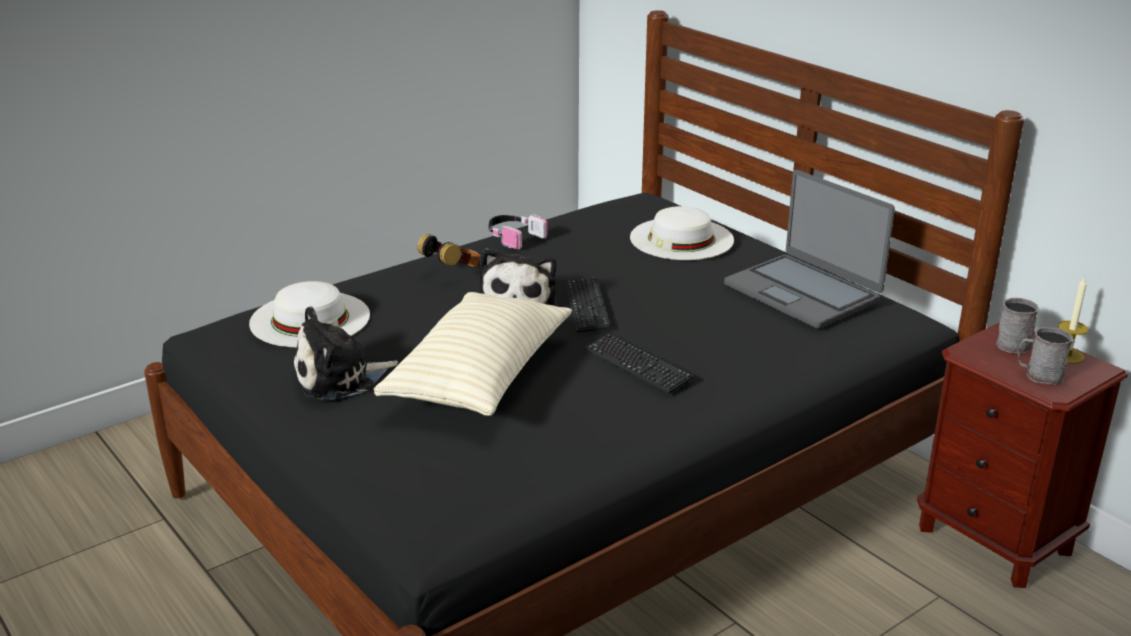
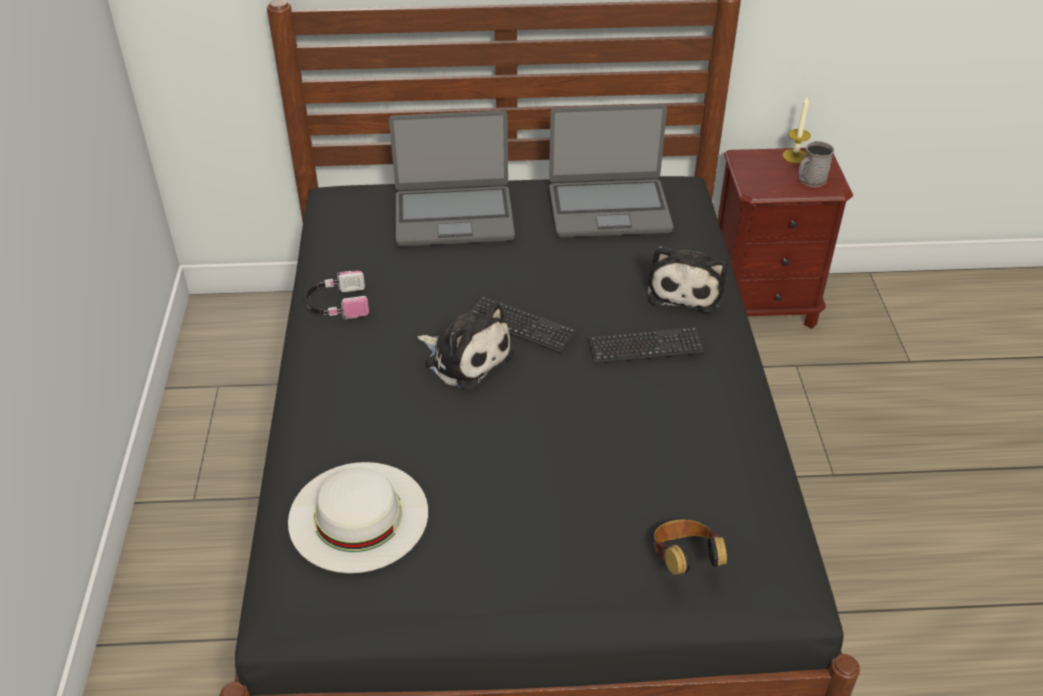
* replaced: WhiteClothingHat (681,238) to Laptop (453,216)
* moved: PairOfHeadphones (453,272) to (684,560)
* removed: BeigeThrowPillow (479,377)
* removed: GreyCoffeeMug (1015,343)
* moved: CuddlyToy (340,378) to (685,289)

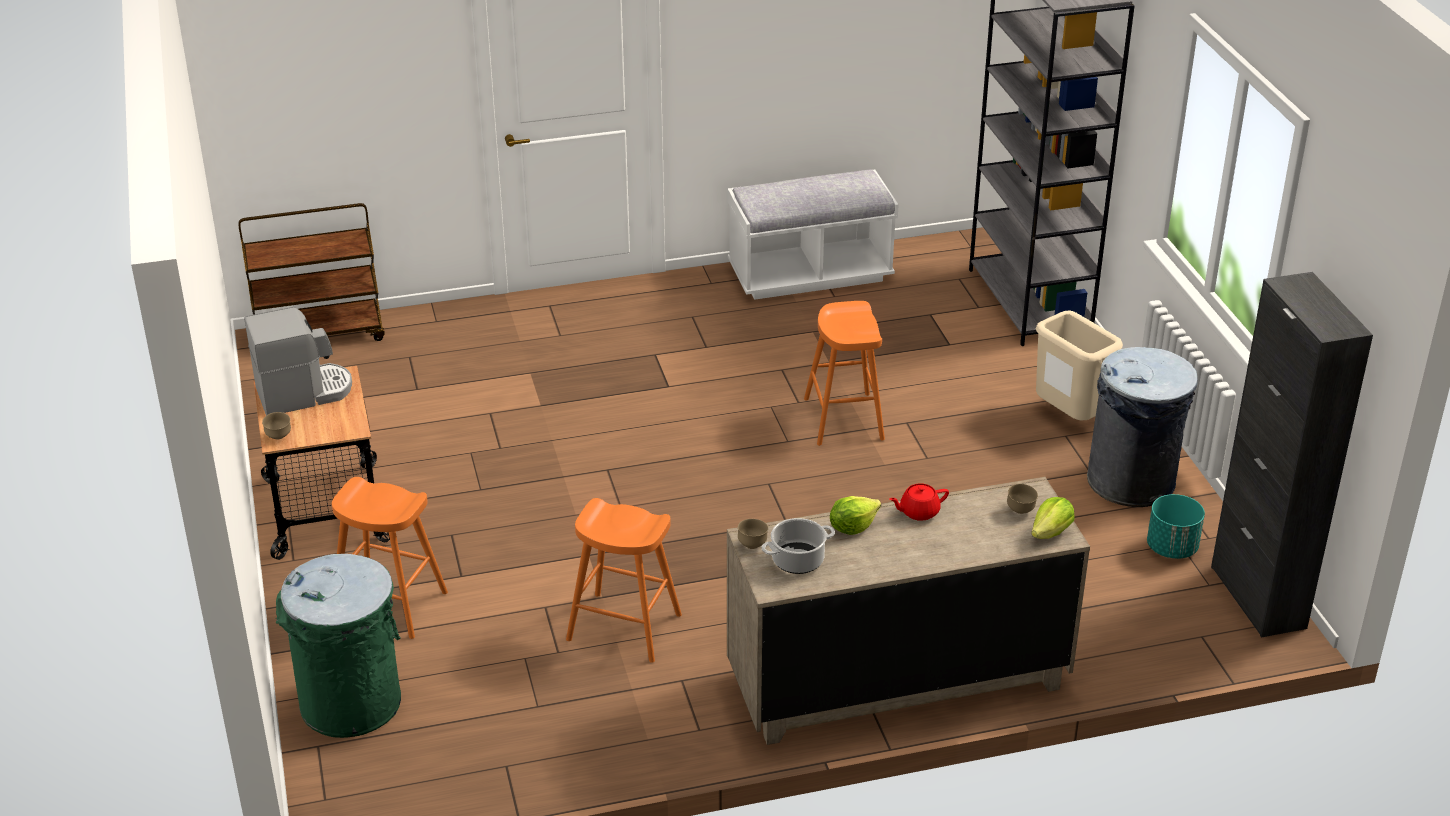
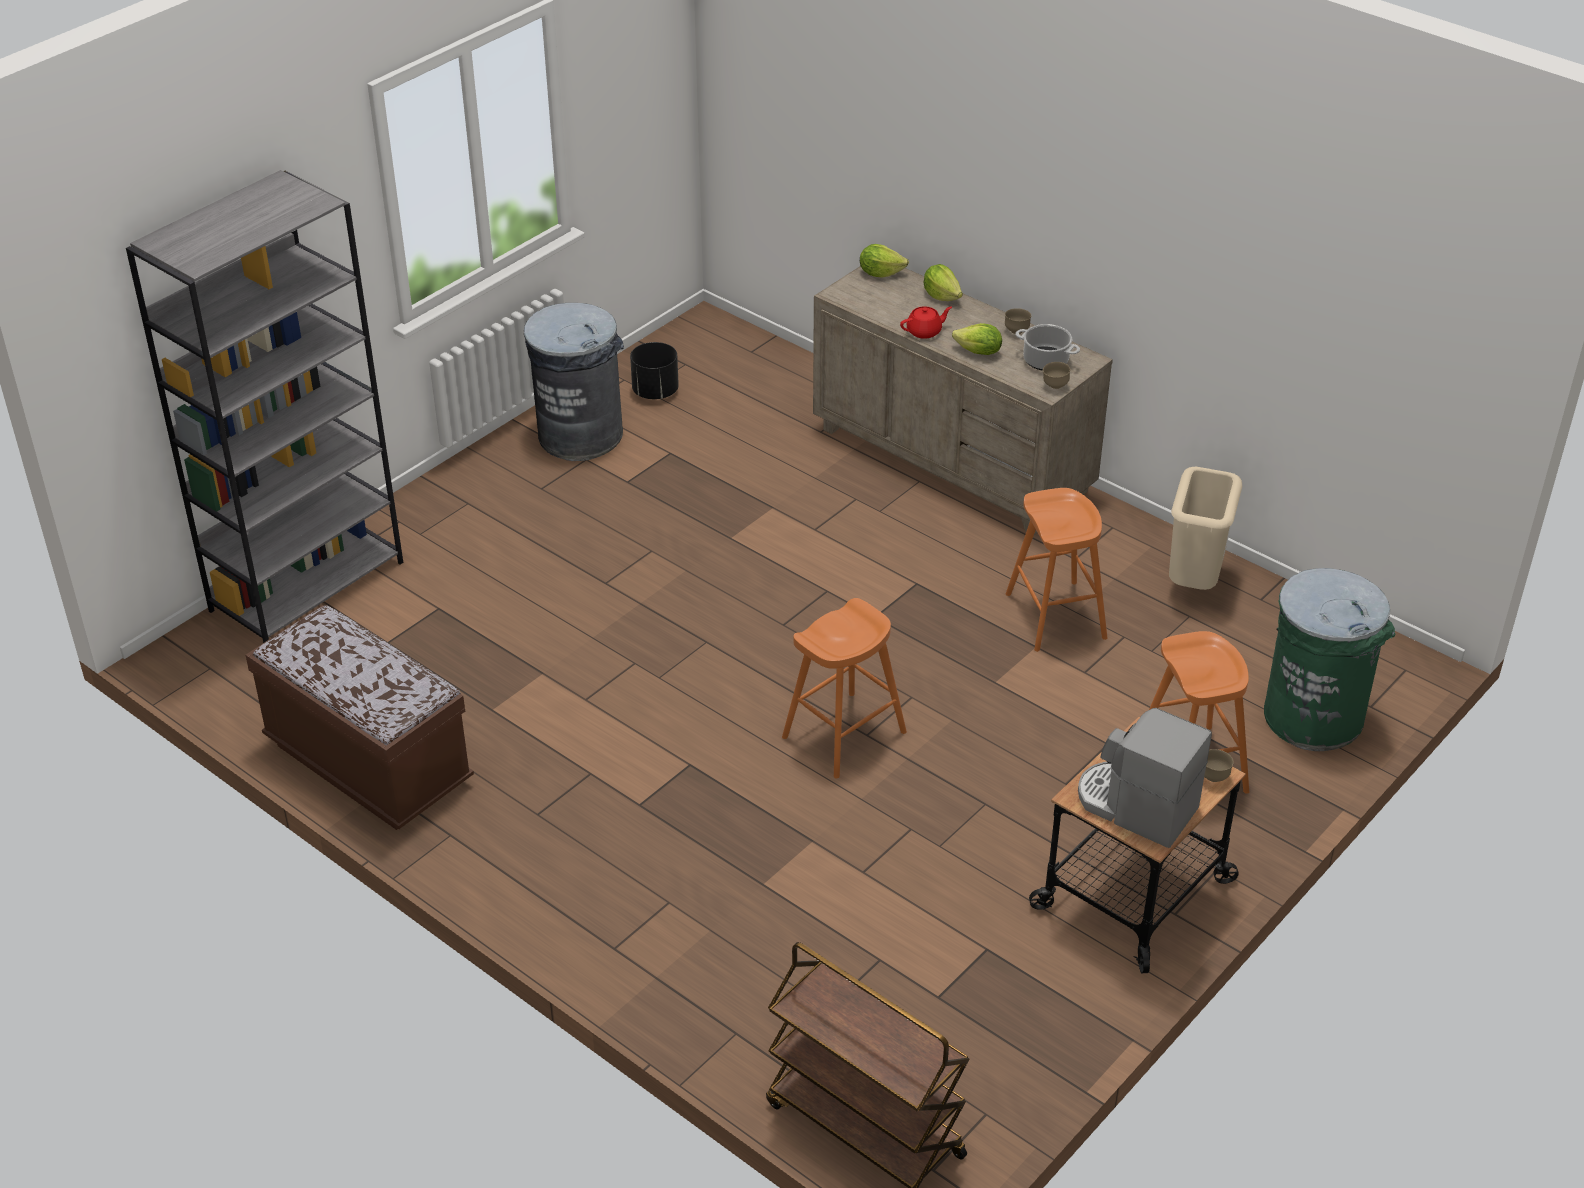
* recoloured: WhiteIndoorBench (810,274) to BrownColouredIndoorBench (368,764)
* removed: BlackColouredStorageCabinet (1258,597)
* moved: OrangeyStool (843,419) to (844,734)
* moved: BeigeTrashCan (1067,418) to (1194,584)
* turned: RedTeapot (918,512) = (925,331) 60 degrees counterclockwise
* moved: BrownColouredBowl (1020,511) to (1016,331)
* recoloured: BlueGreenPlanter (1172,548) to BlackColouredPlanter (655,392)
* added: Lettuce (942,296)

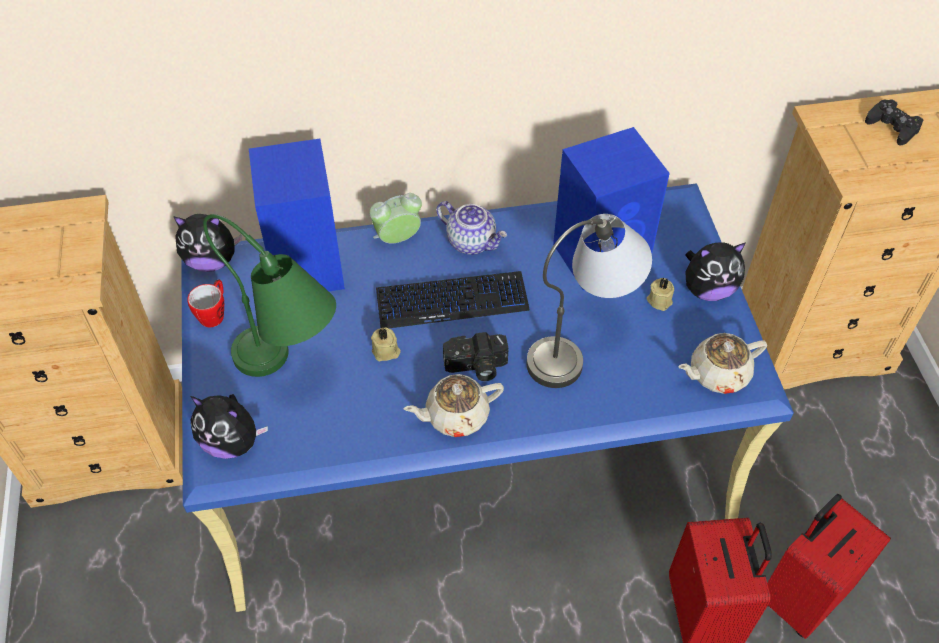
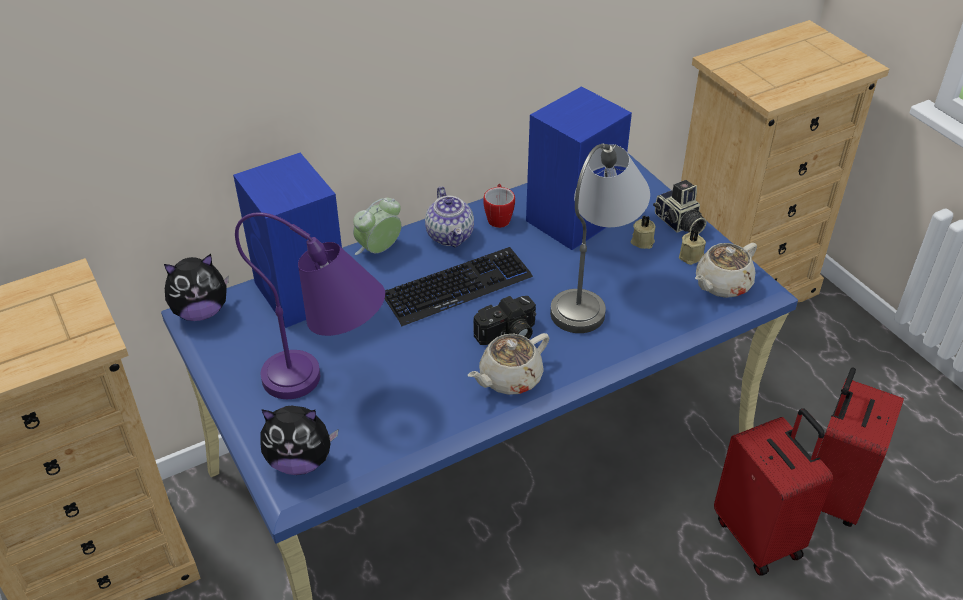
* removed: BlackColouredJoypad (892,127)
* turned: Teapot (472,242) = (450,236) 60 degrees clockwise
* recoloured: GreenTabletopLamp (290,371) to PurplishTabletopLamp (329,385)
* replaced: CuddlyToy (708,289) to StillCamera (678,223)
* moved: CoffeeMug (214,313) to (499,217)
* moved: BeigeWaxLight (386,352) to (691,256)

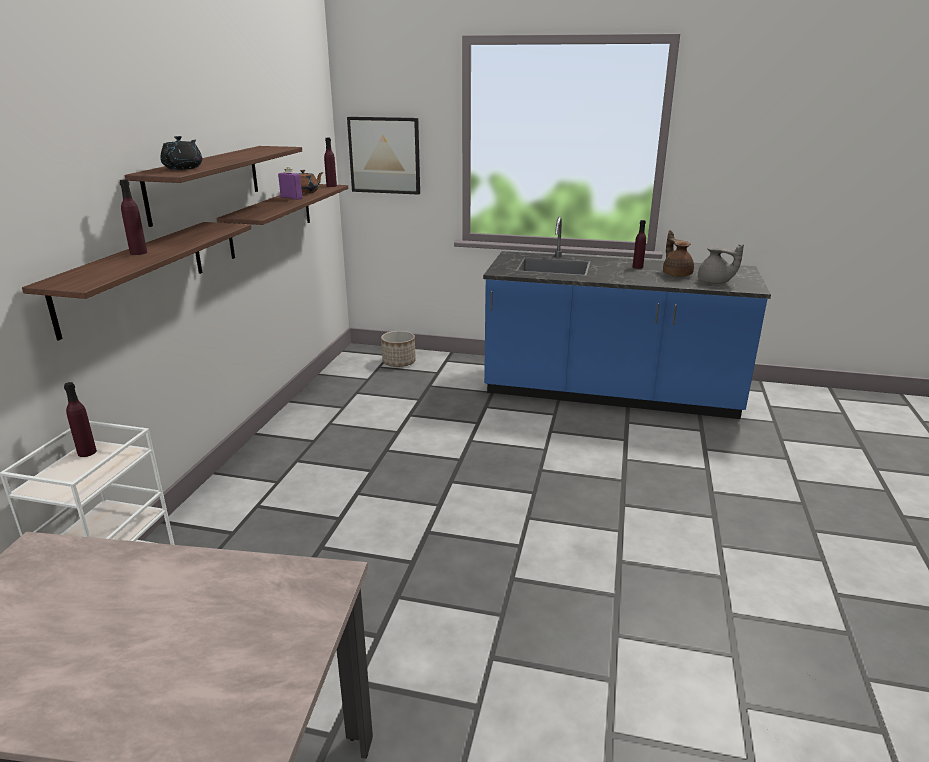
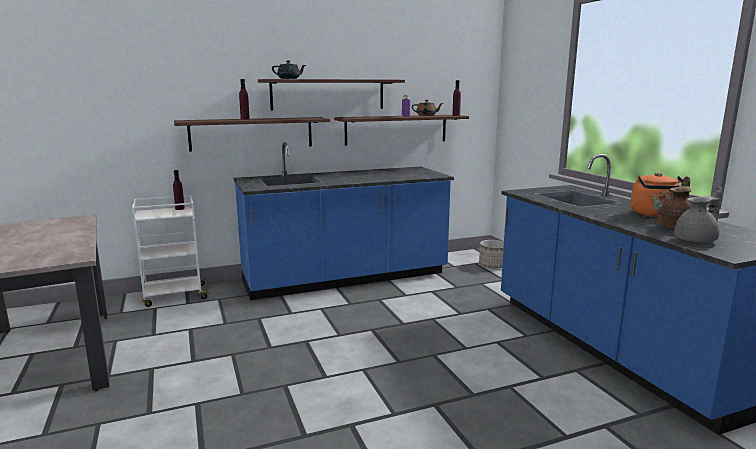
* removed: Picture (384,155)
* replaced: PurplishDrinkBottle (637,267) to OrangeyTeaKettle (655,214)
* turned: GreyTeapot (714,282) = (697,240) 120 degrees counterclockwise
* added: BluishKitchenCounter (345,278)

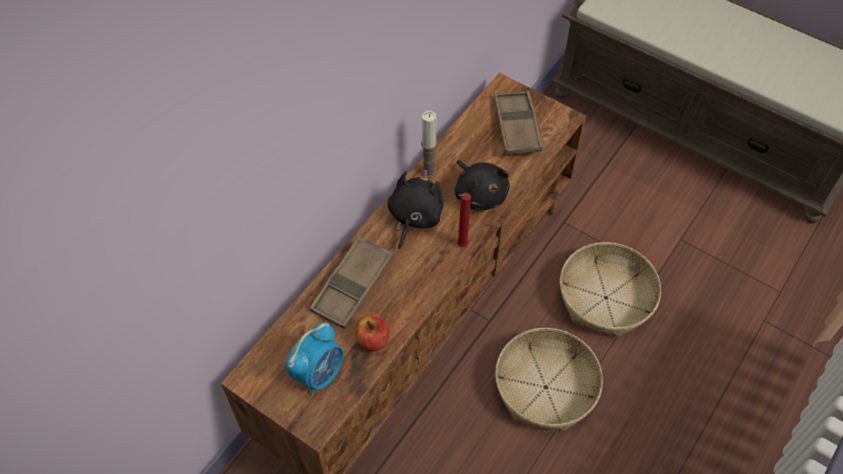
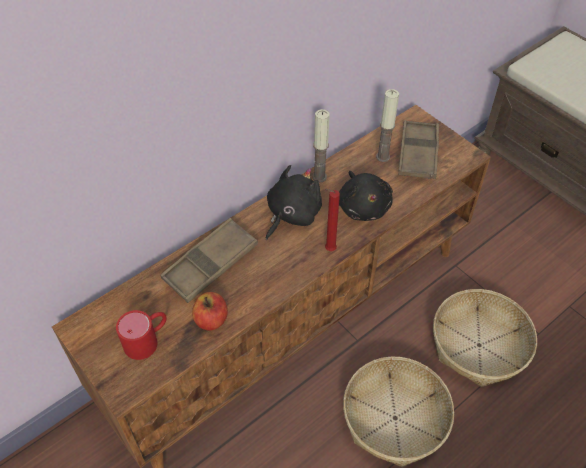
* replaced: AlarmClock (319,373) to RedCoffeeMug (147,339)
* added: WaxLight (383,157)

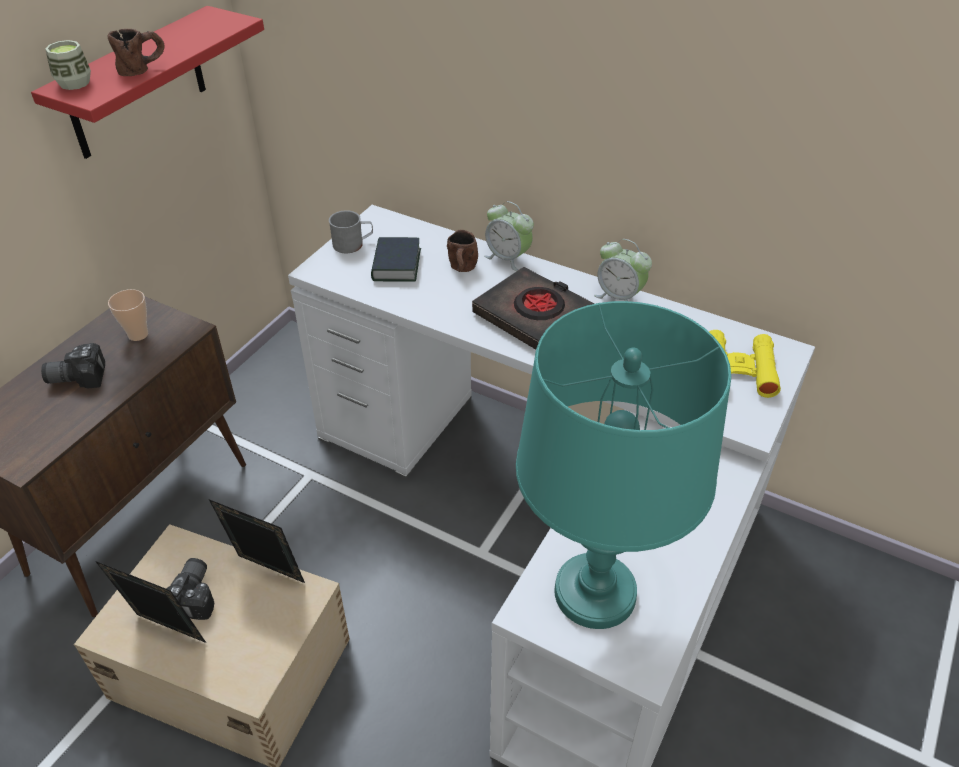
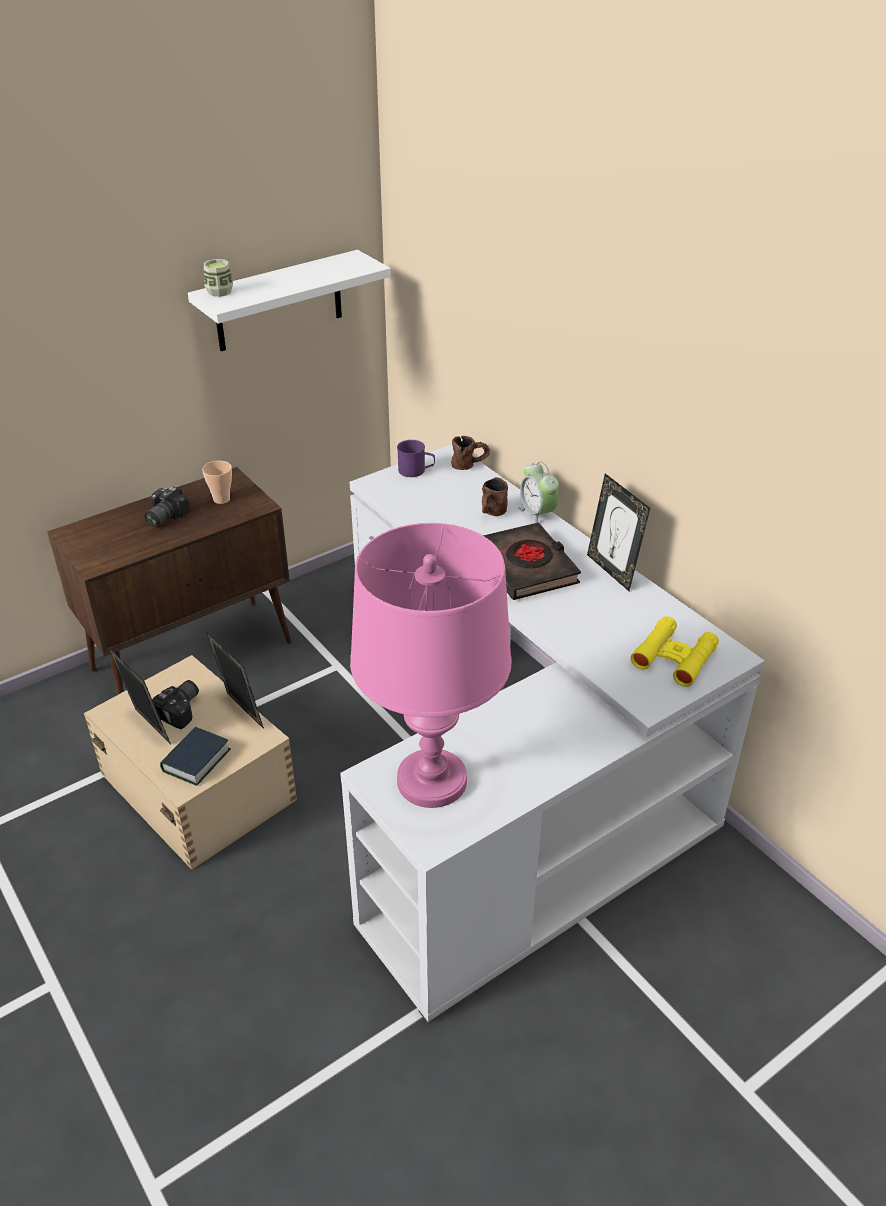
* recoloured: RedWallShelf (137,84) to WhiteWallShelf (279,302)
* moved: BrownColouredCoffeeMug (143,69) to (470,465)
* recoloured: GreyCoffeeMug (353,244) to PurplishCoffeeMug (416,471)
* moved: Book (396,265) to (196,760)
* replaced: AlarmClock (619,297) to PictureFrame (612,571)
* recoloured: BlueGreenTabletopLamp (594,593) to PinkColouredTabletopLamp (431,781)
* turned: StillCamera (78,376) = (163,517) 75 degrees counterclockwise

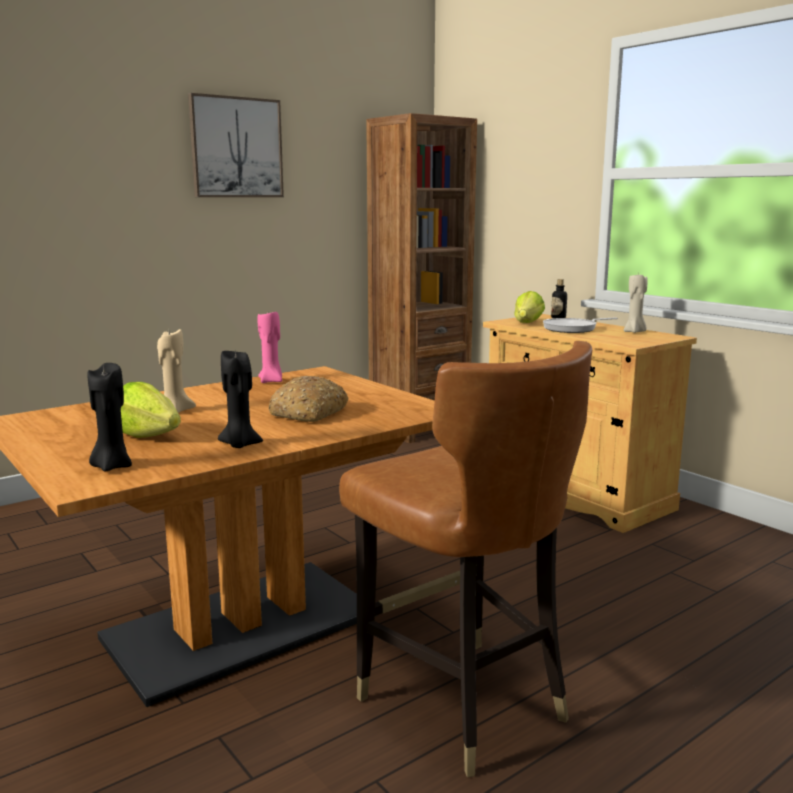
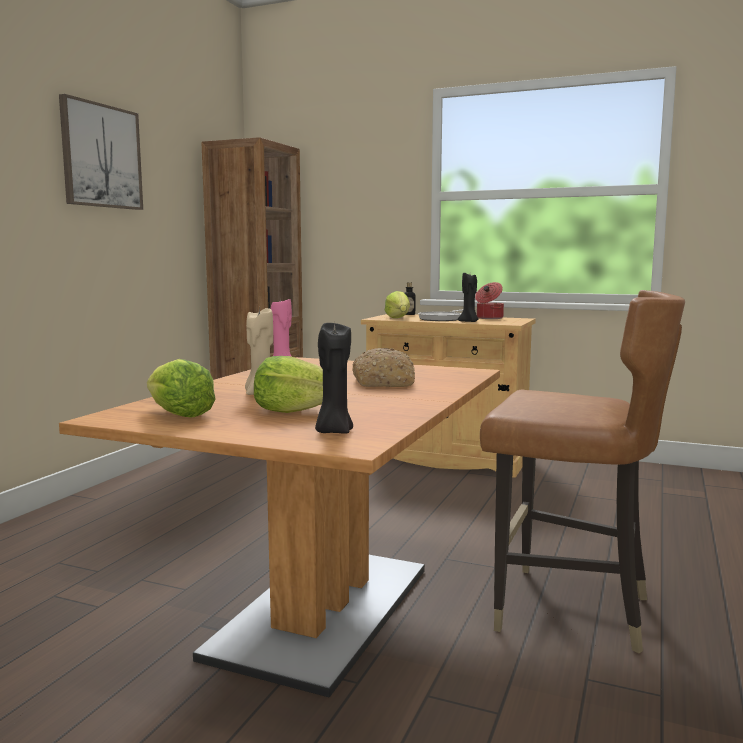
* replaced: BeigeWaxLight (635,332) to Saucepot (489,318)
* moved: BlackColouredWaxLight (240,445) to (469,322)
* added: Lettuce (178,414)

